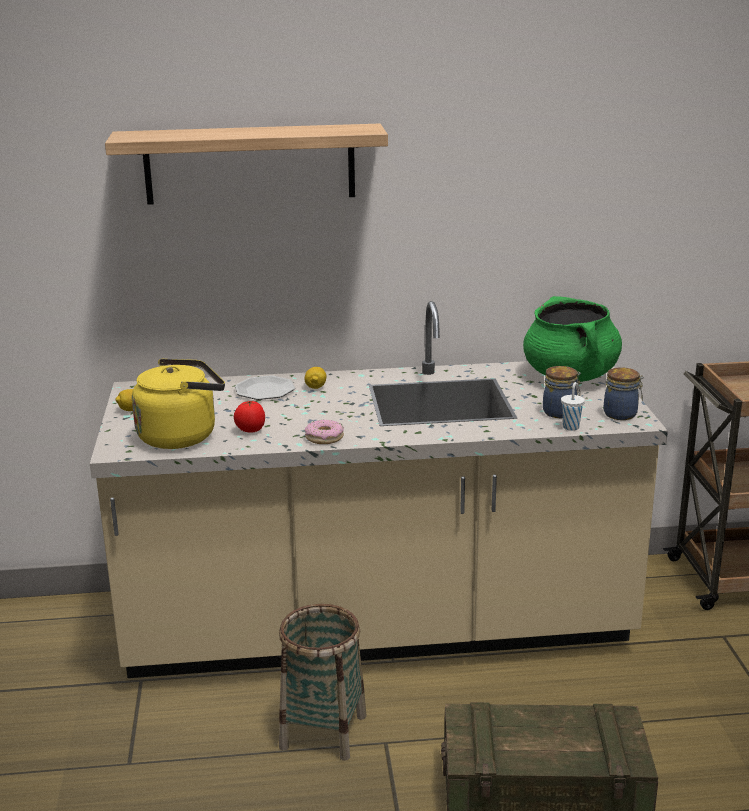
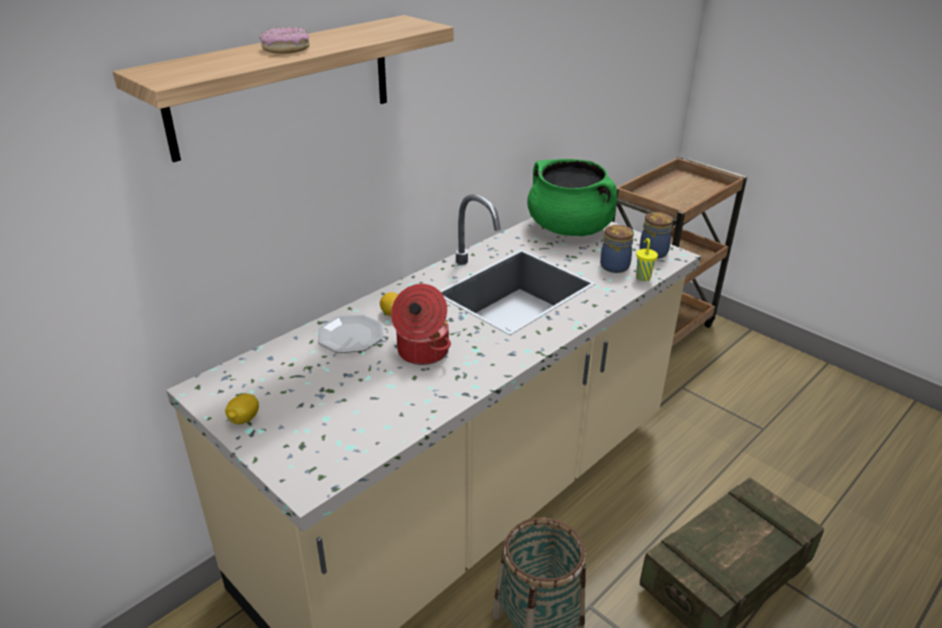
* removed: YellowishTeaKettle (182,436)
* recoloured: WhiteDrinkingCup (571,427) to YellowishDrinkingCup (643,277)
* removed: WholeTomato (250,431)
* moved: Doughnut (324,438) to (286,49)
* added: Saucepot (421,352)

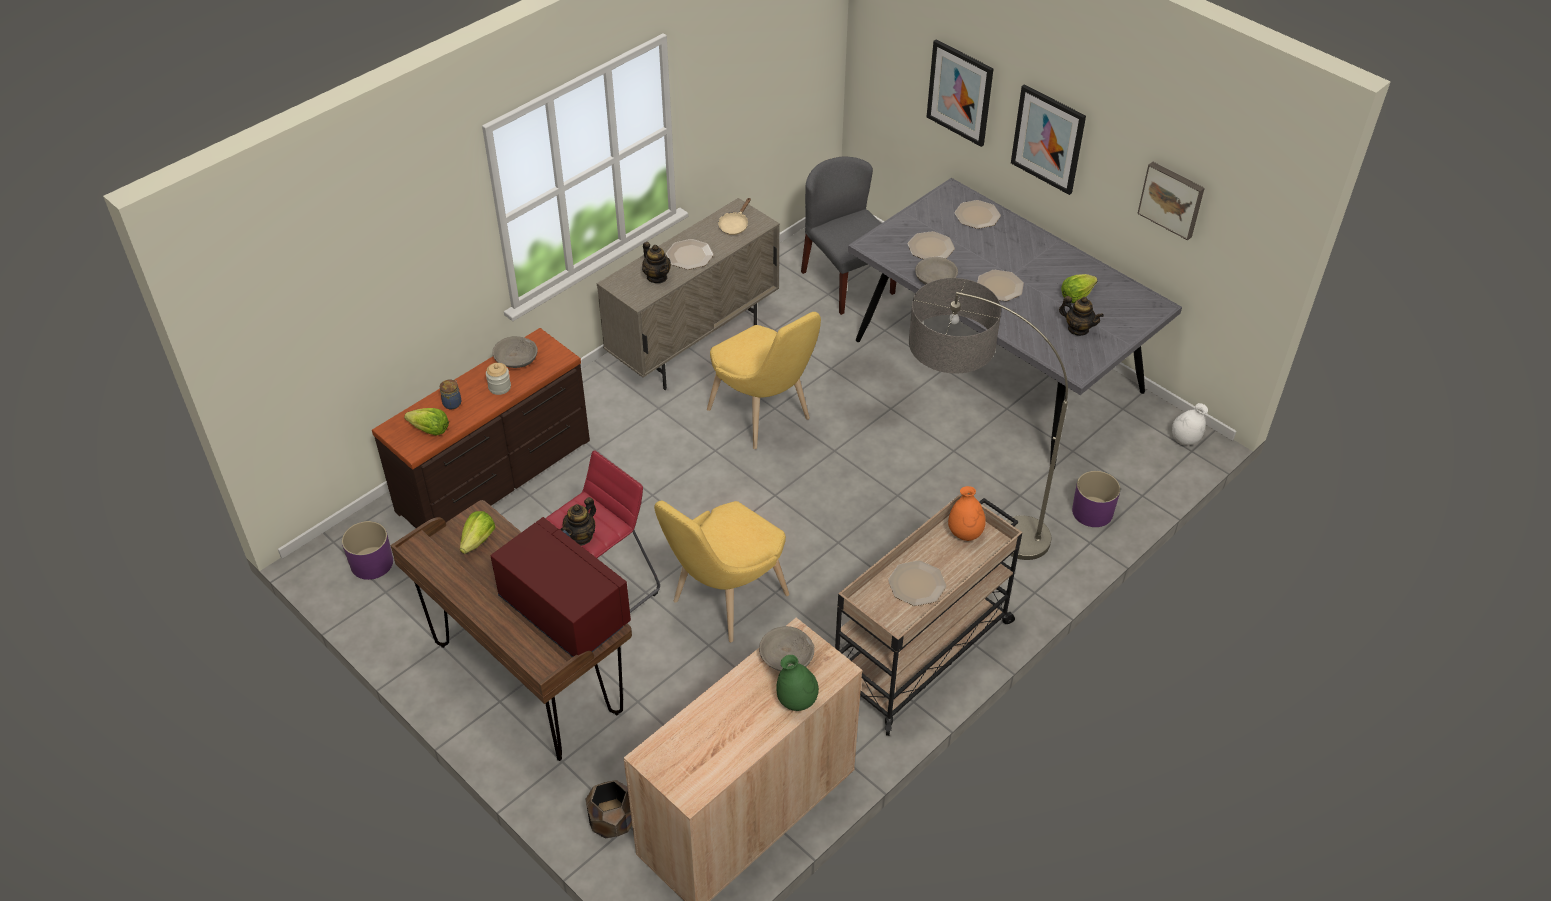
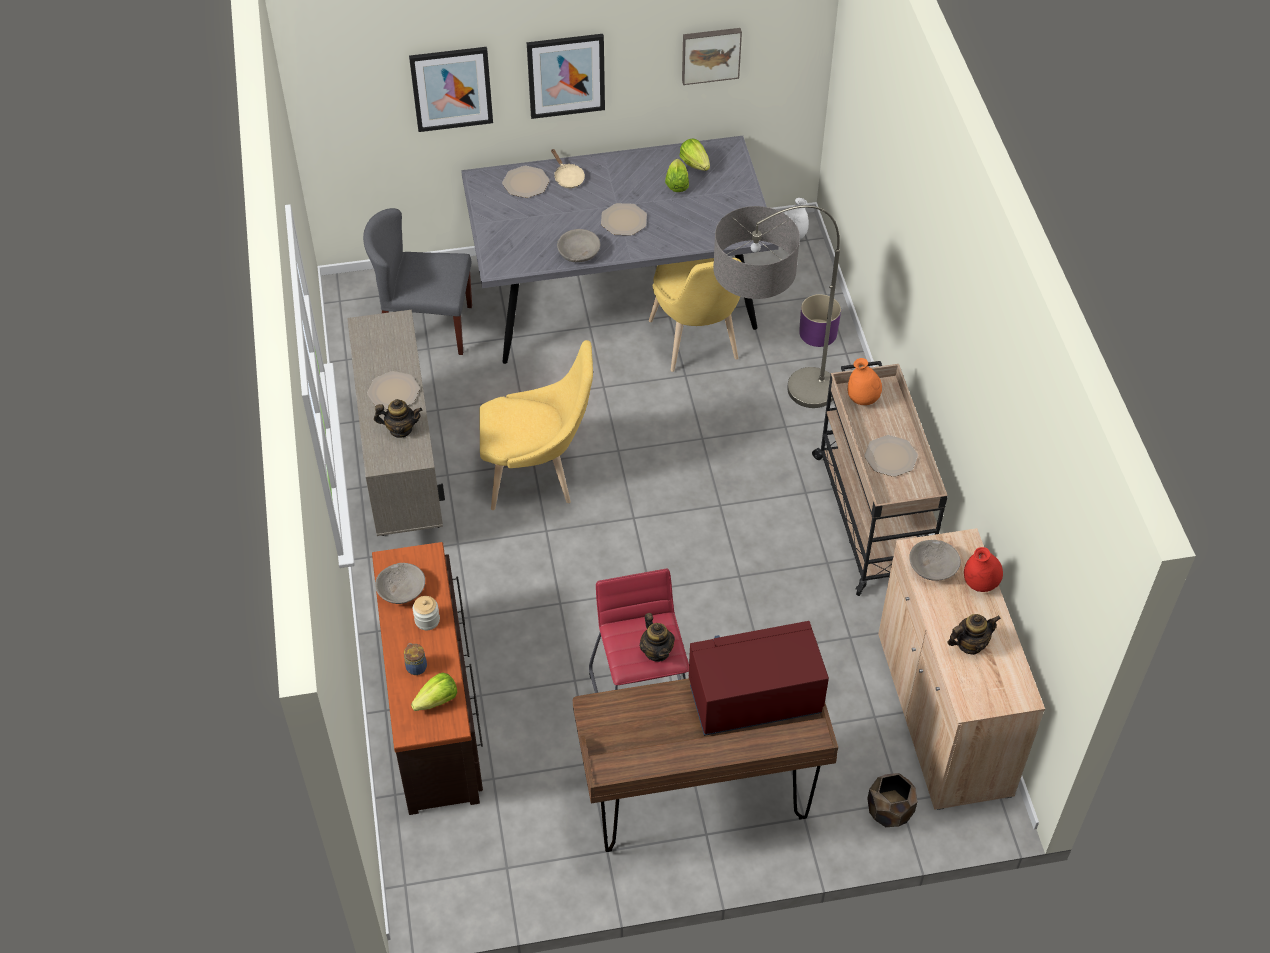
* moved: BeigePan (734,225) to (567,177)
* removed: FlatDish (930,247)
* moved: Teapot (1078,329) to (969,644)
* moved: YellowishChair (724,602) to (696,344)
* moved: Lettuce (478,541) to (695,164)
* removed: PurplishPlanter (371,563)
* recoloured: GreenVase (797,701) to RedVase (979,584)

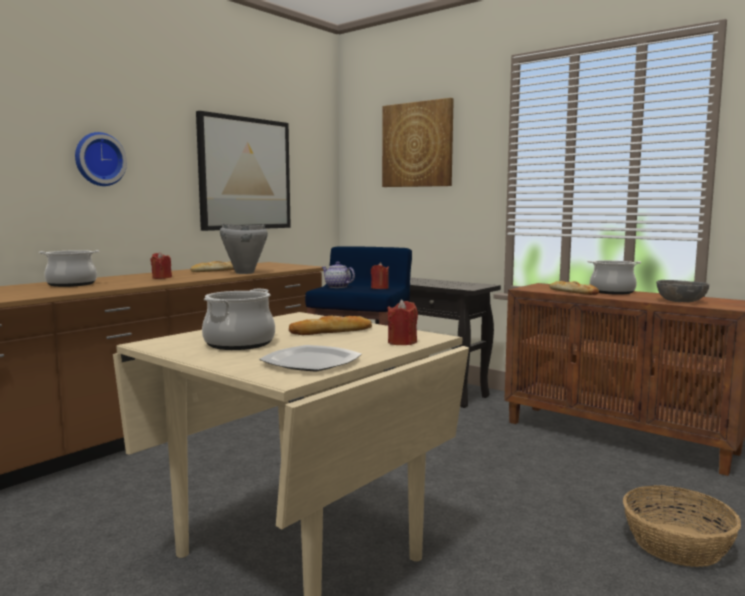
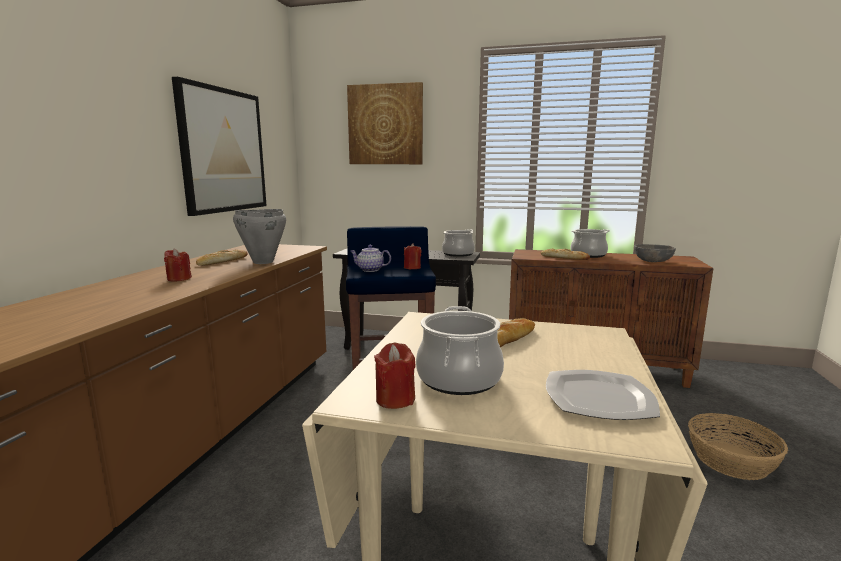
* removed: ClockOnTheWall (99,159)
* moved: Saucepot (72,284) to (458,254)
* moved: RedWaxLight (402,342) to (395,399)

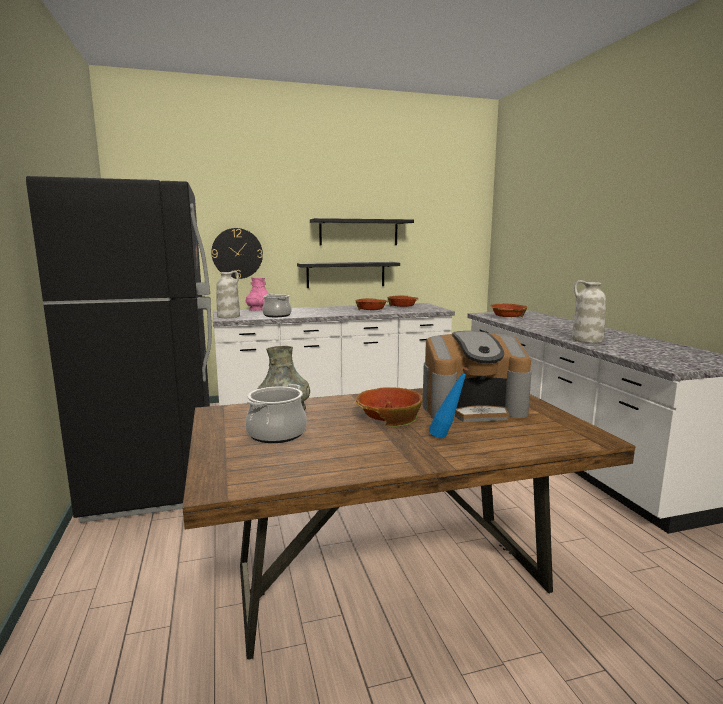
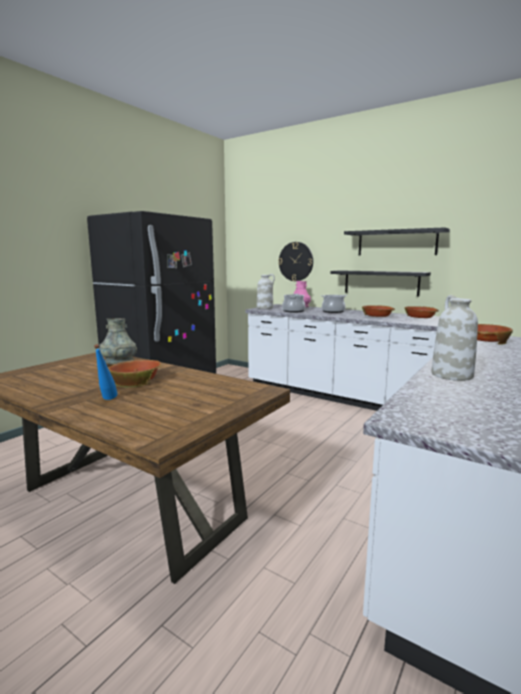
* removed: CoffeeMachine (473,408)
* moved: Saucepot (276,433) to (333,311)

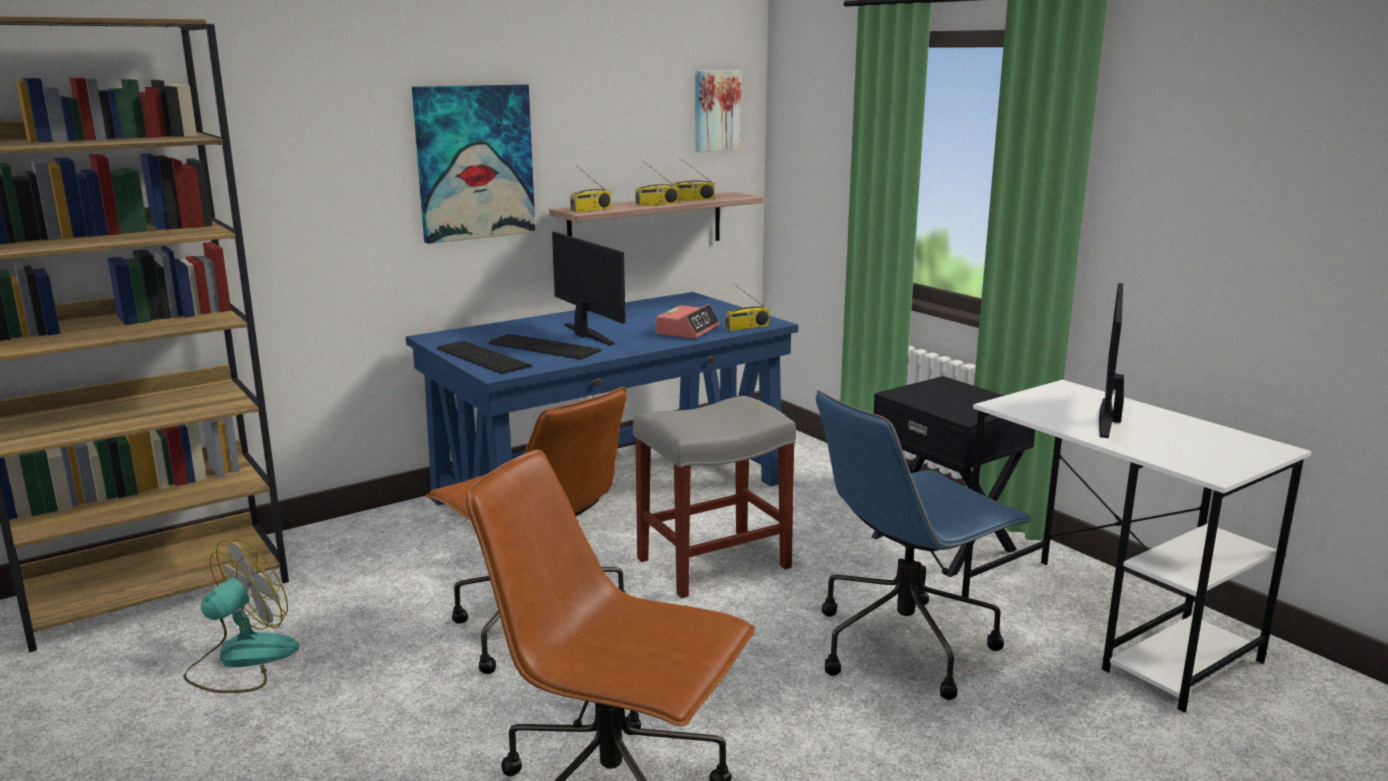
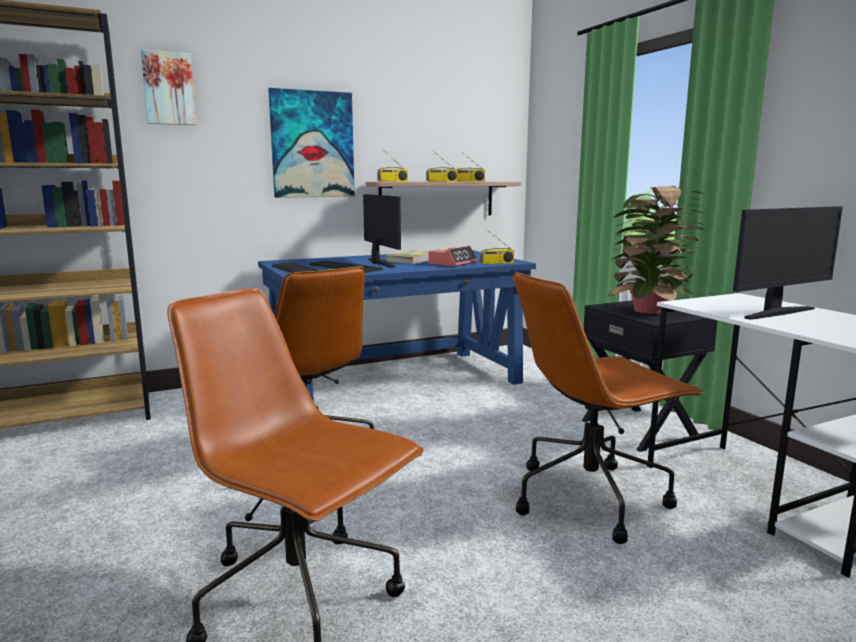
* moved: Picture (716,110) to (168,88)
* turned: ComputerScreen (1109,418) = (777,312) 150 degrees counterclockwise
* recoloured: BluishOfficeChair (905,644) to BrownColouredOfficeChair (590,497)
* removed: GreyStool (712,564)
* removed: Fan (241,660)
* added: PottedPlant (650,311)
* added: Book (412,260)

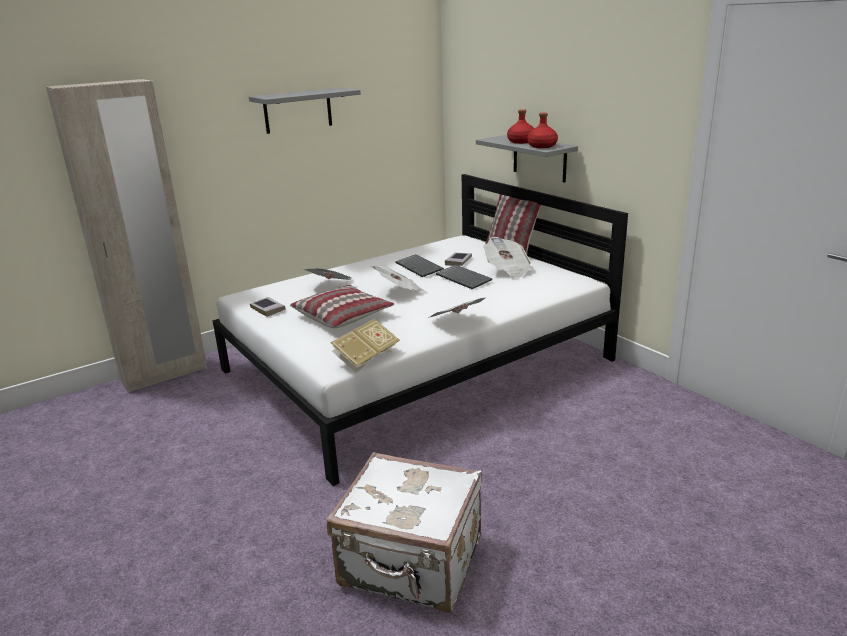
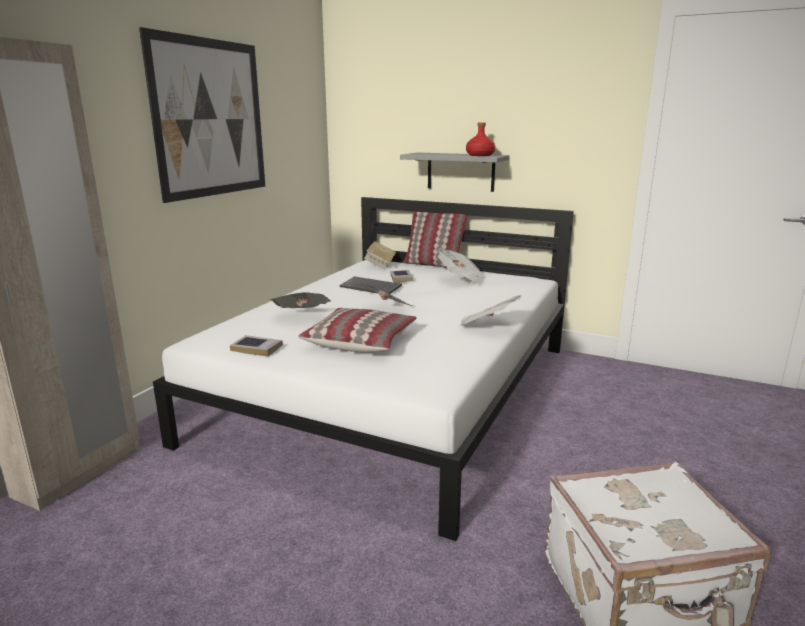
* replaced: GreyWallShelf (298,110) to Picture (210,119)
* removed: RedDrinkBottle (521,142)
* removed: PcKeyboard (464,278)
* moved: Book (365,358) to (380,265)

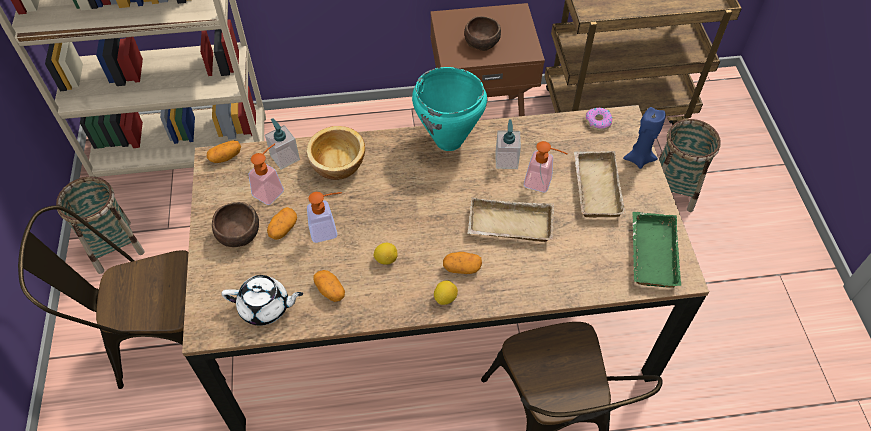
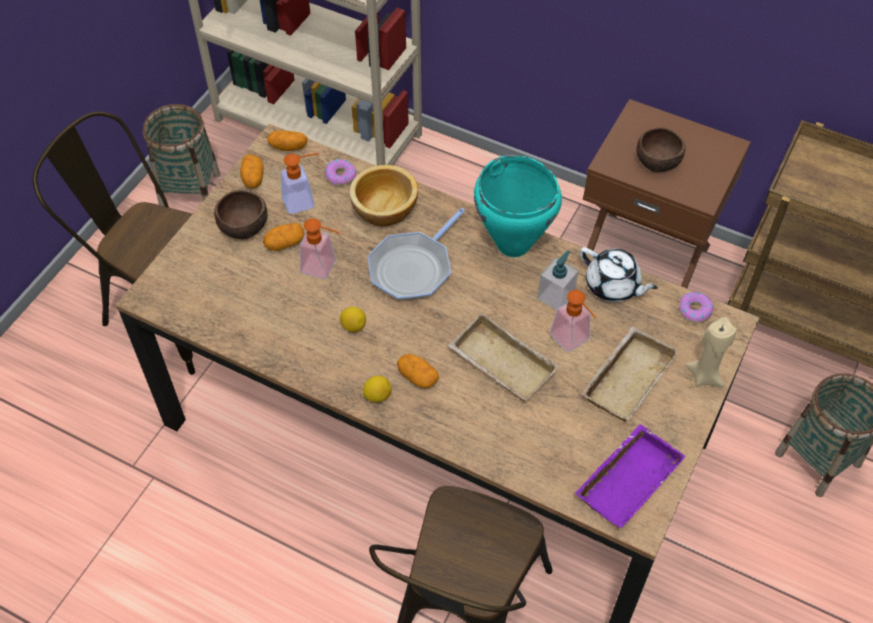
* recoloured: BluishWaxLight (639,159) to BeigeWaxLight (705,375)
* replaced: SoapDispenser (285,157) to Doughnut (340,176)
* recoloured: GreenTray (650,252) to PurplishTray (627,478)
* moved: Spud (330,291) to (253,178)
* moved: WhiteTeapot (265,307) to (613,286)
* added: Pan (413,268)

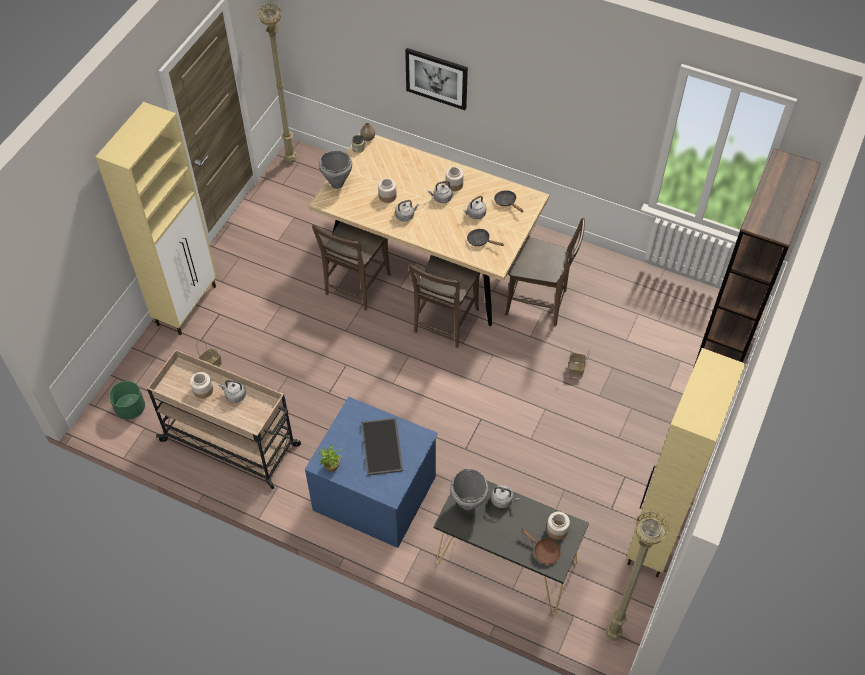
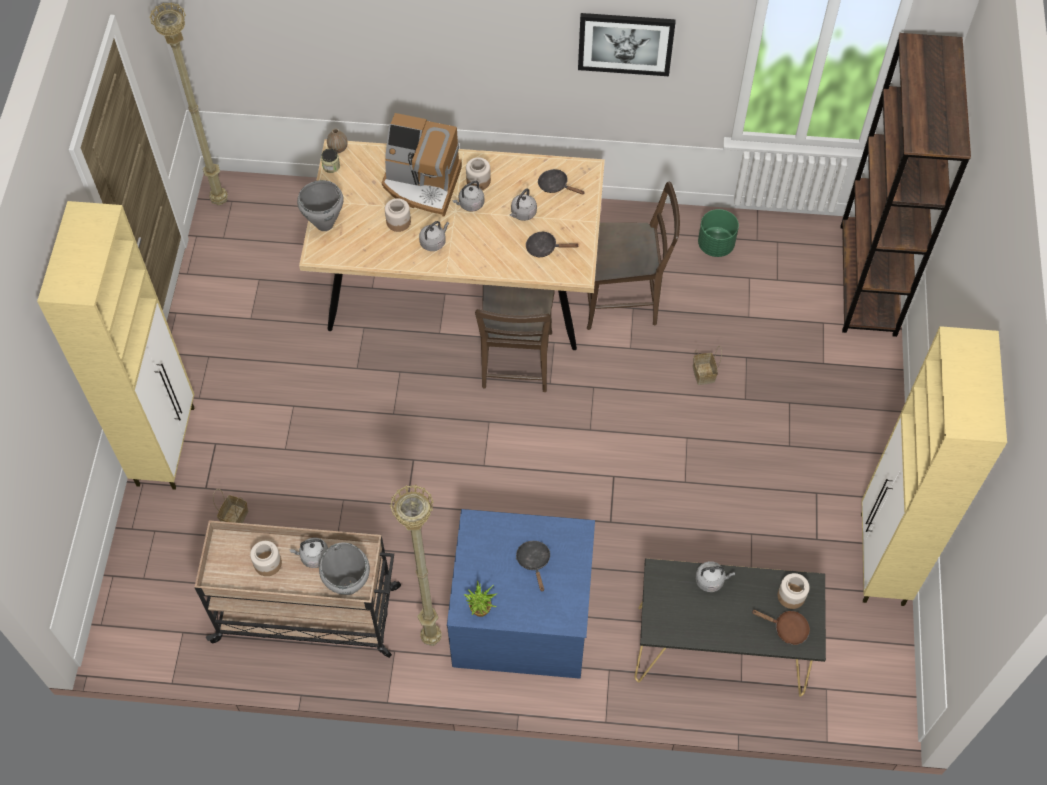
* moved: Picture (437,78) to (625,43)
* removed: BrownColouredChair (355,287)
* moved: GreenPlanter (130,408) to (715,245)
* replaced: Tray (383,447) to BlackColouredPan (534,562)
* moved: GreySaucepot (468,503) to (349,585)
* moved: BeigeStandingLamp (612,633) to (430,637)
* added: CoffeeMachine (422,184)

